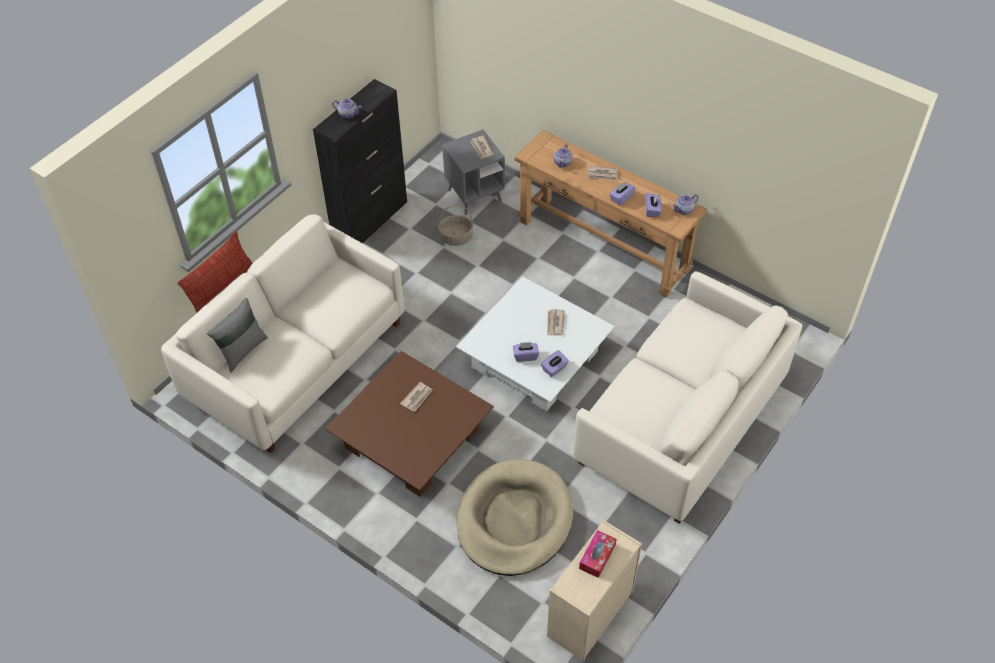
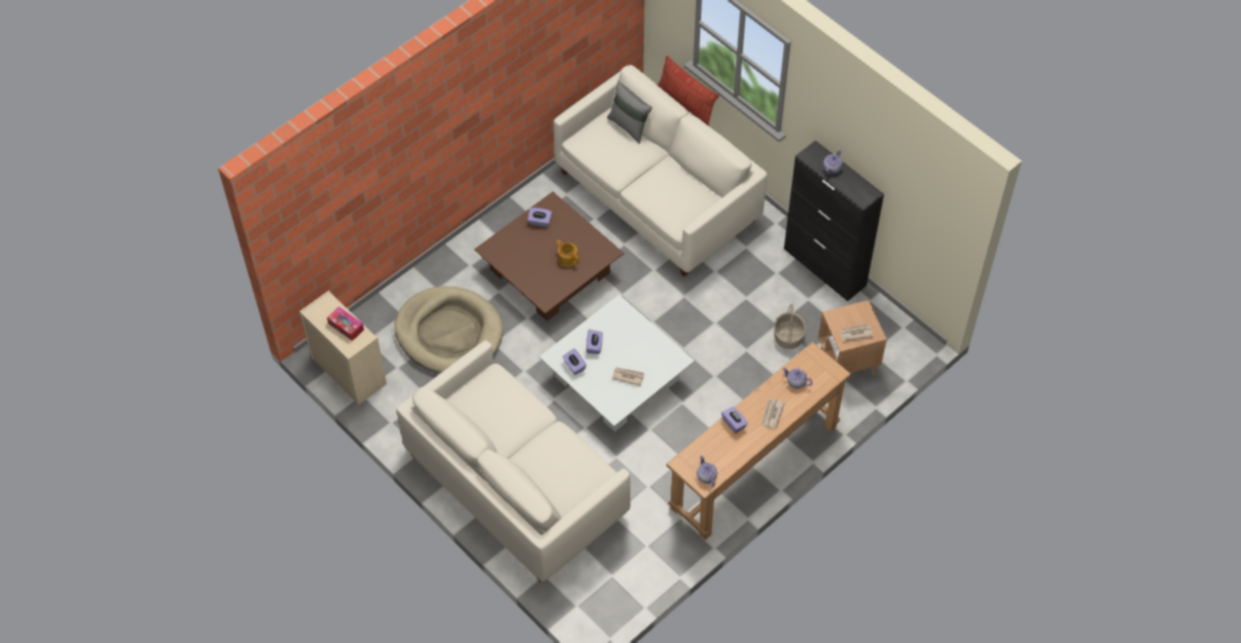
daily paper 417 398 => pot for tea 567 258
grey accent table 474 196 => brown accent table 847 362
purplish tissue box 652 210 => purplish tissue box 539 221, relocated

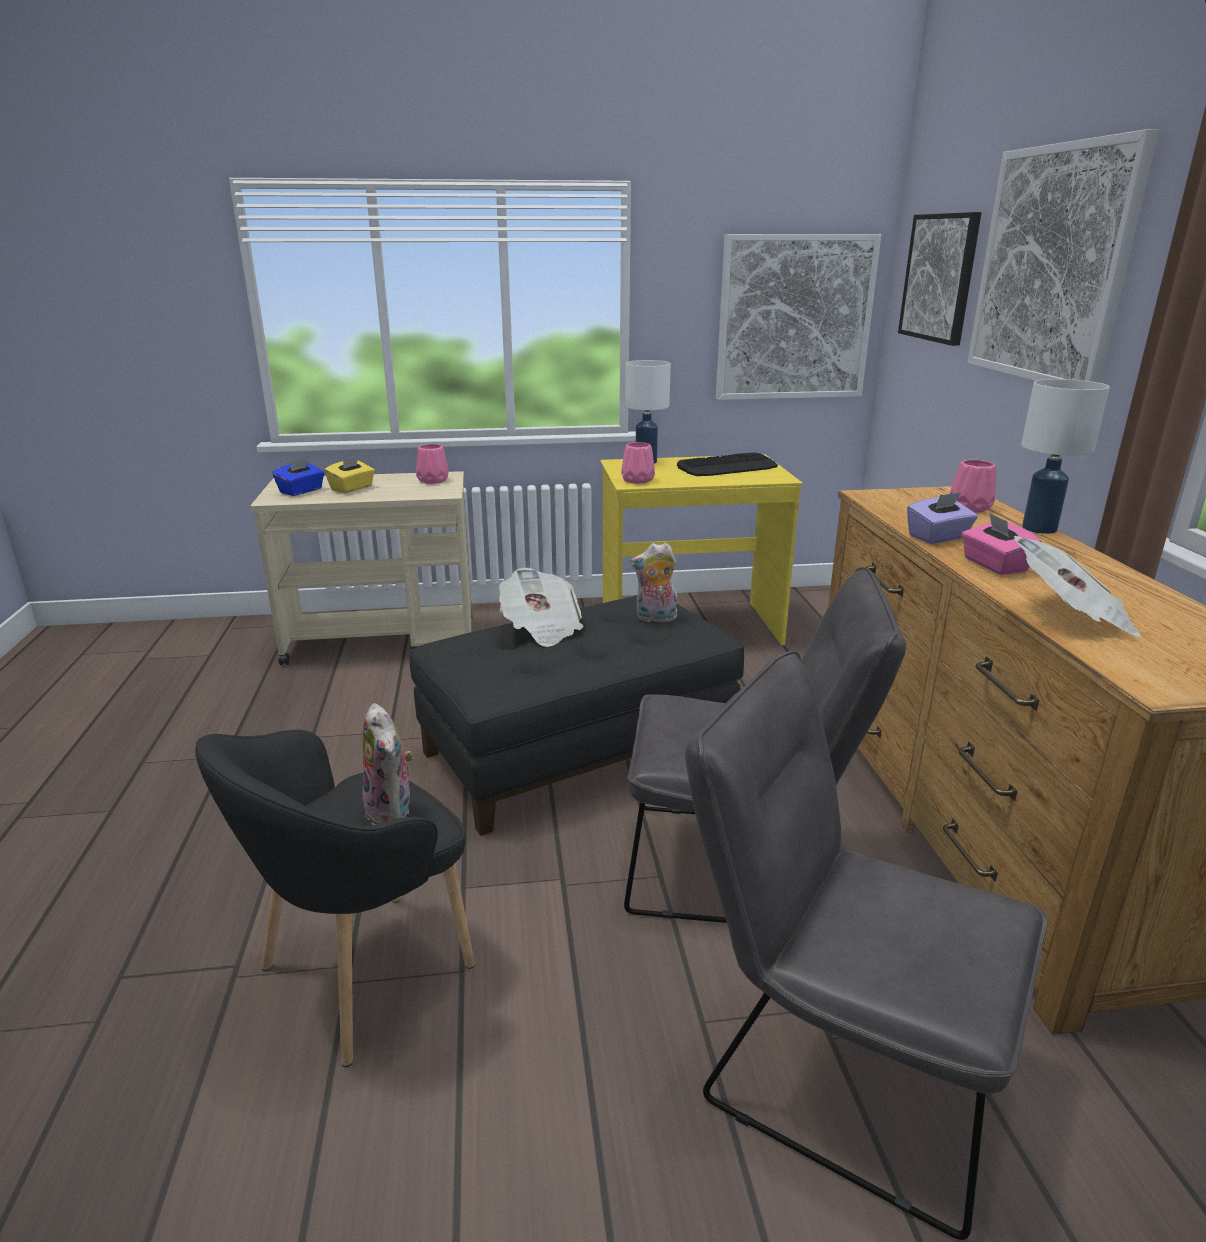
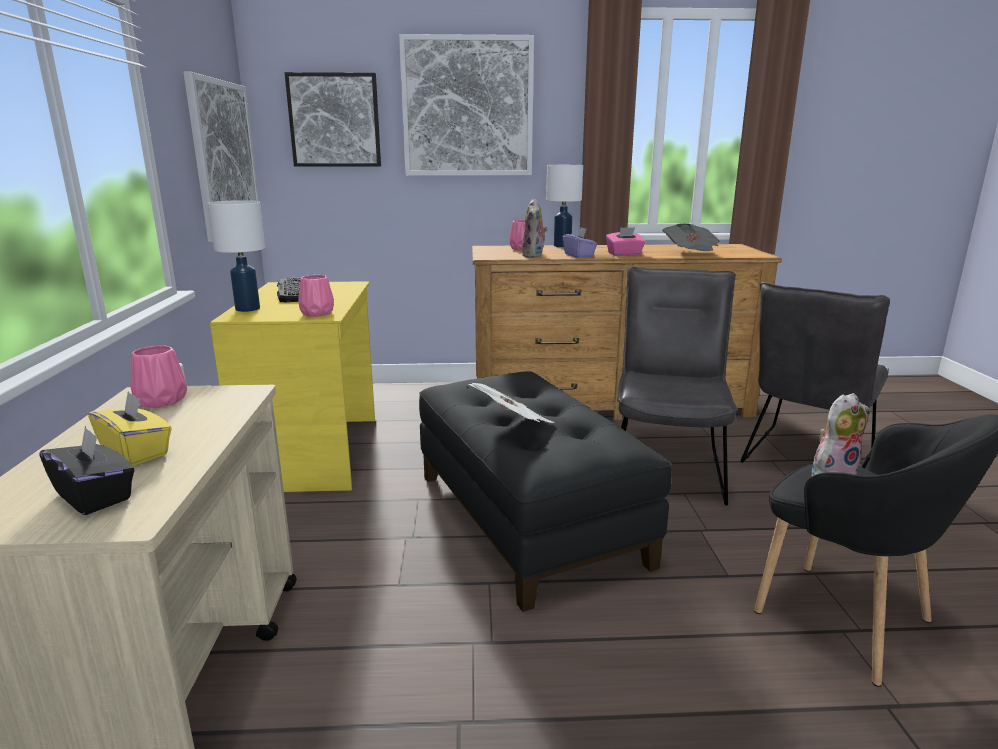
blue-coloured tissue box 301 491 => blackish tissue box 95 496
cuddly toy 655 618 => cuddly toy 534 256, relocated

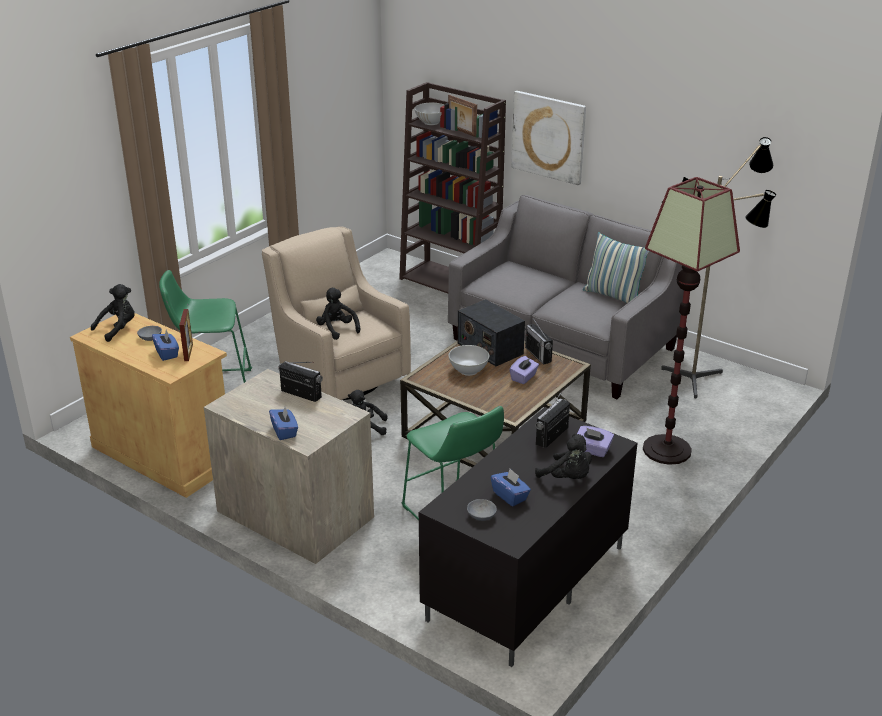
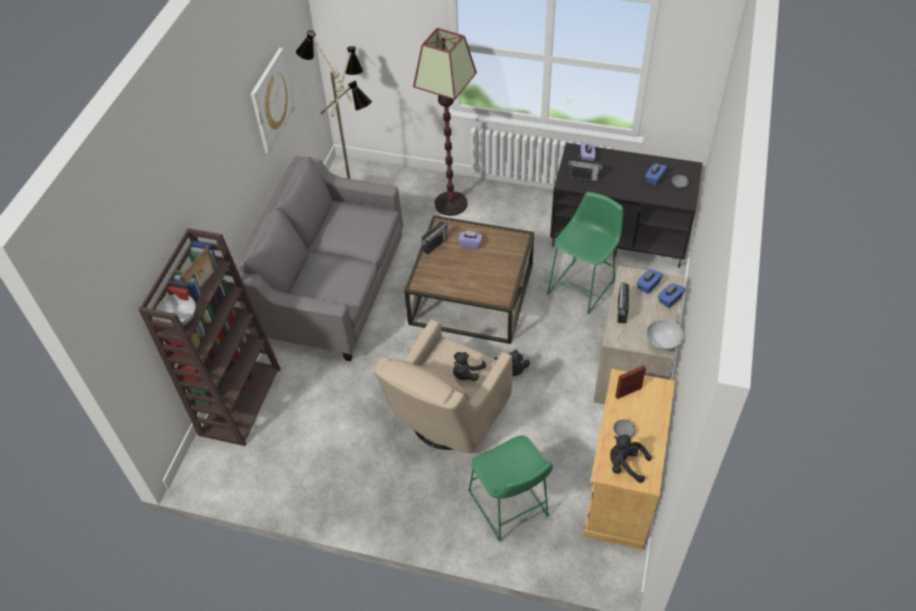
blue-coloured tissue box 167 353 => blue-coloured tissue box 648 285, relocated
whitish deep dish 468 371 => whitish deep dish 663 343, relocated
radio set 489 348 => nothing
wall picture 549 137 => wall picture 271 100, relocated
blackish cuddly toy 567 478 => nothing
pillow 612 295 => nothing

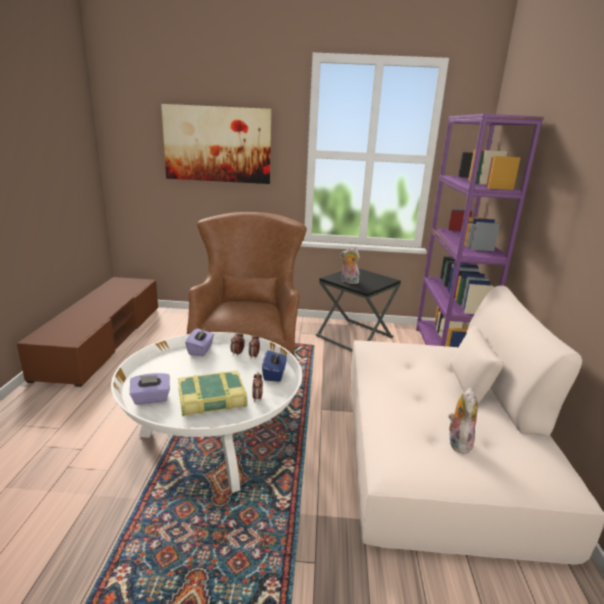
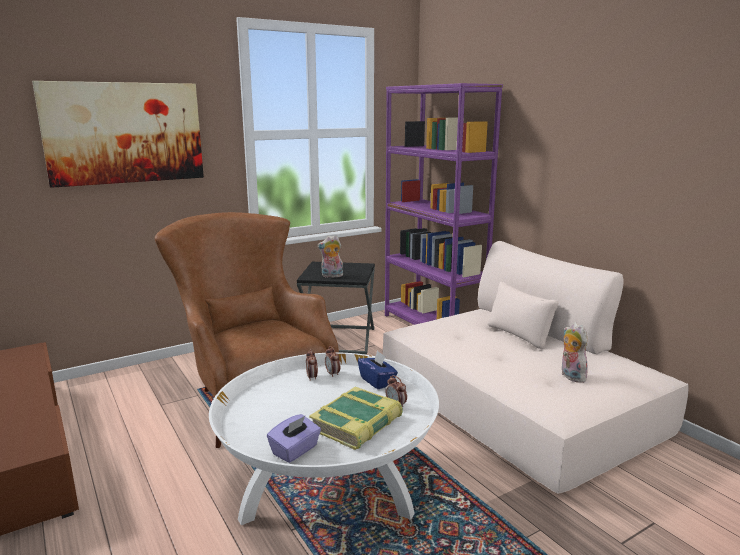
purplish tissue box 201 350 => nothing

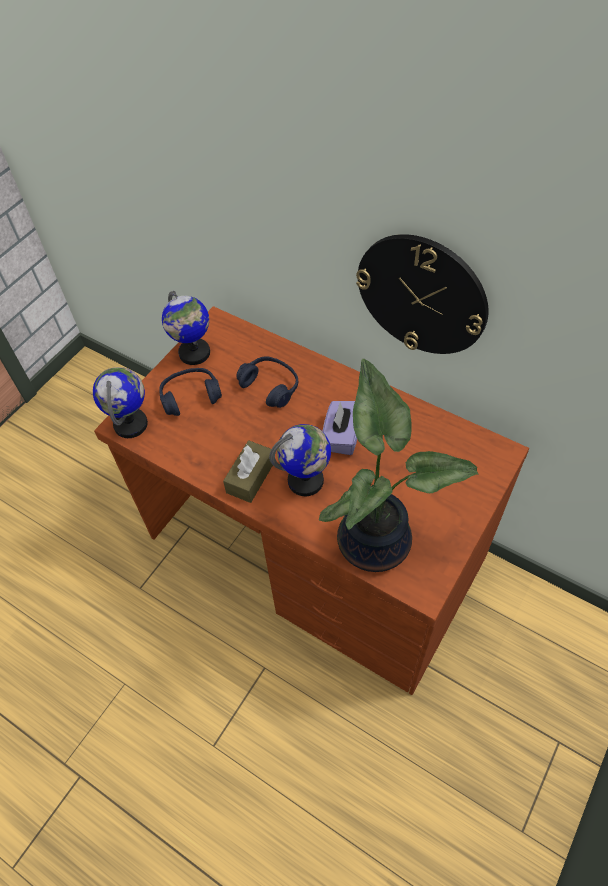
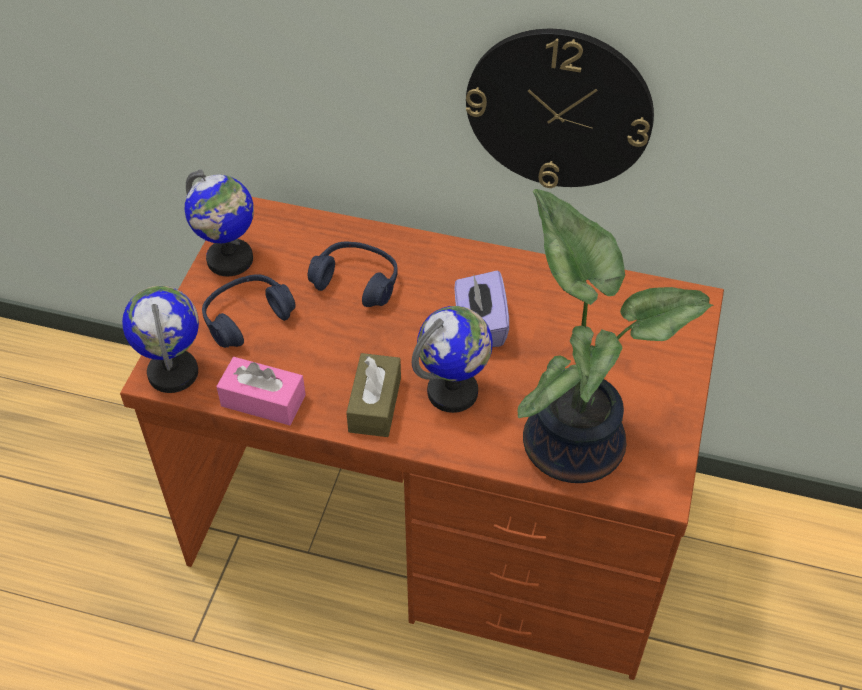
nothing => pink tissue box 263 400

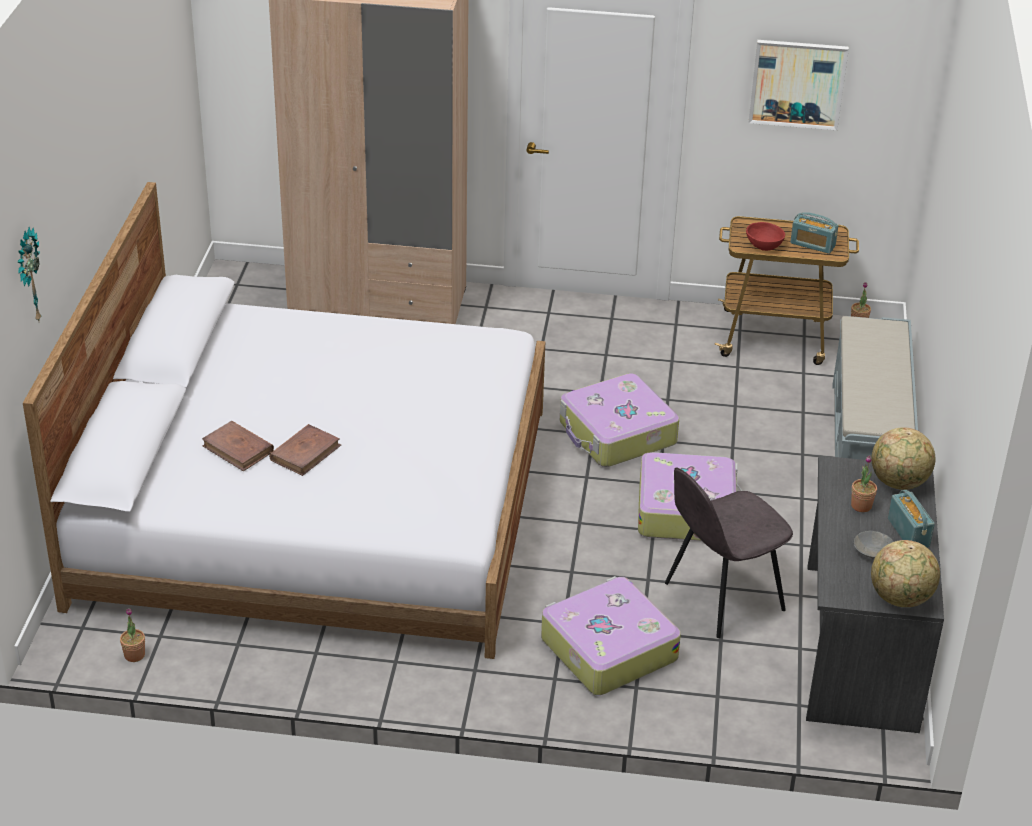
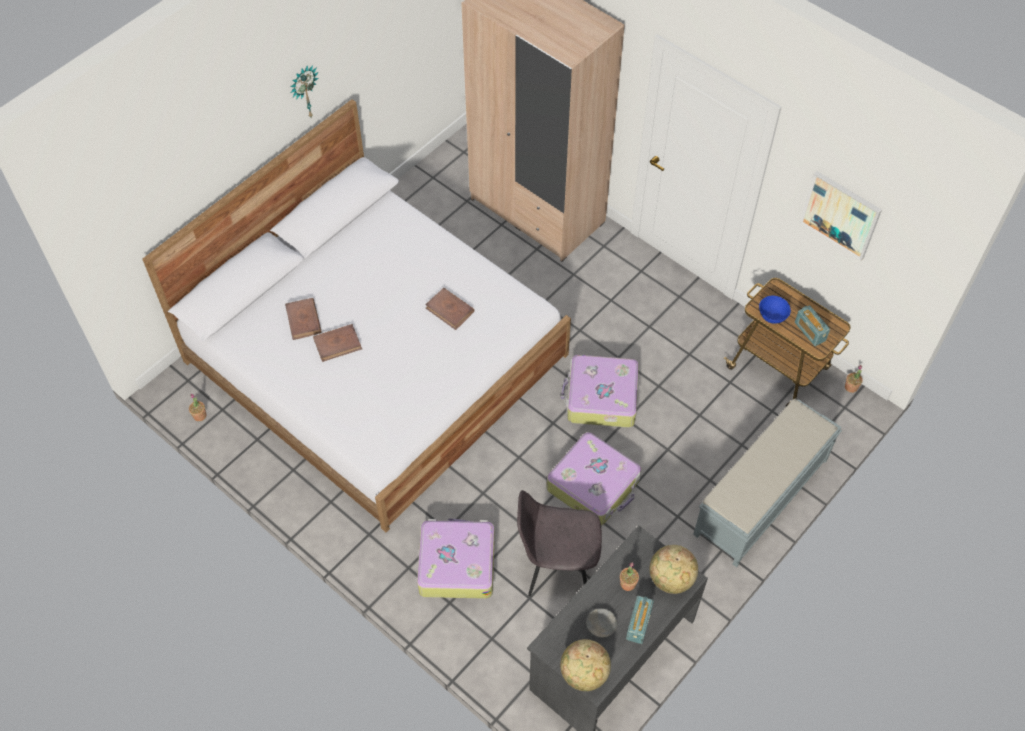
hanging clock 27 277 => hanging clock 304 92, relocated
red-coloured deep dish 763 245 => blue-coloured deep dish 772 315
nothing => brown bound book 450 310

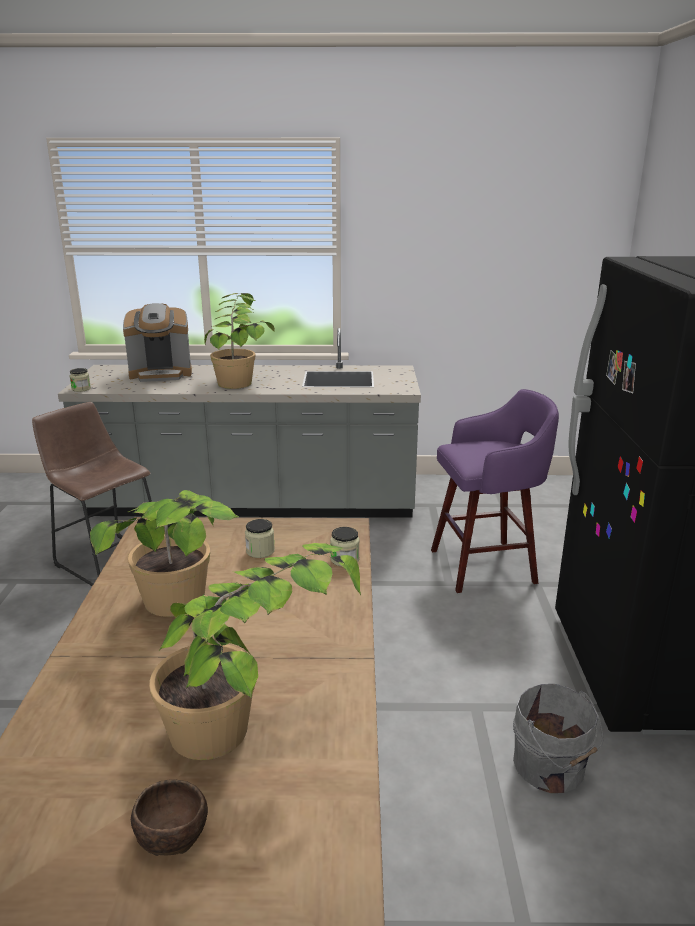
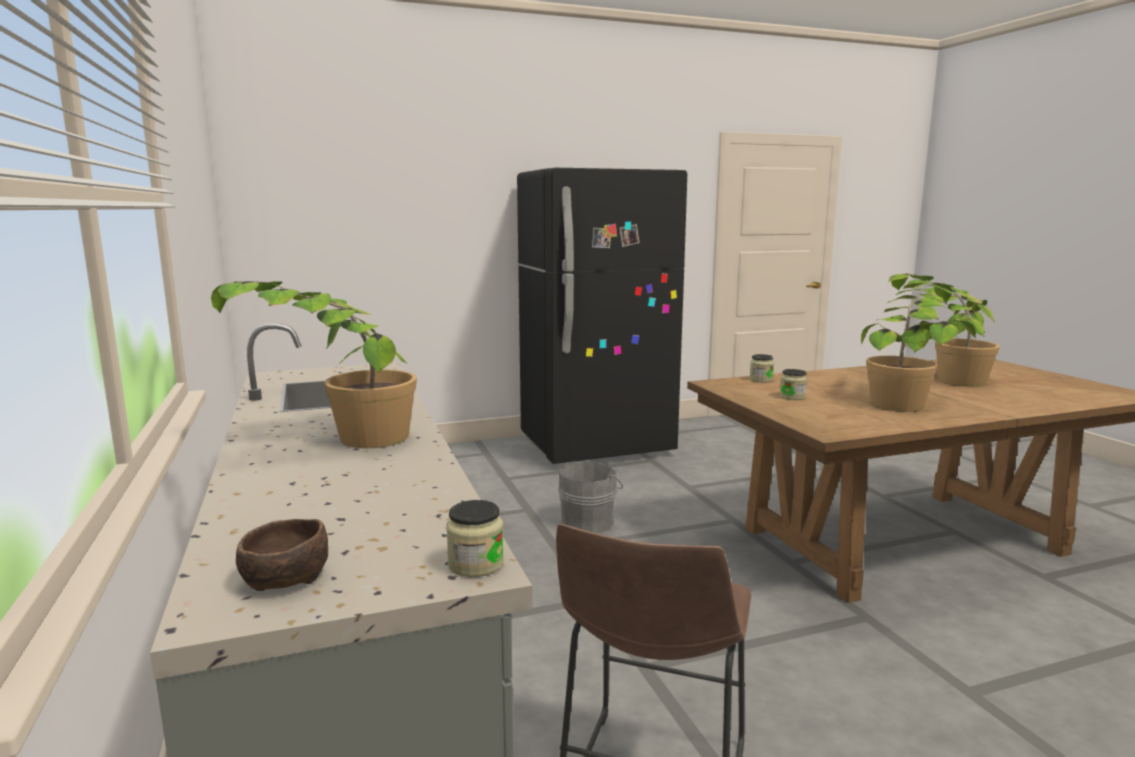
coffee machine 161 374 => nothing
brown deep dish 171 832 => brown deep dish 283 578, relocated
purplish stool seat 486 566 => nothing
grey pail 551 768 => grey pail 589 522, relocated

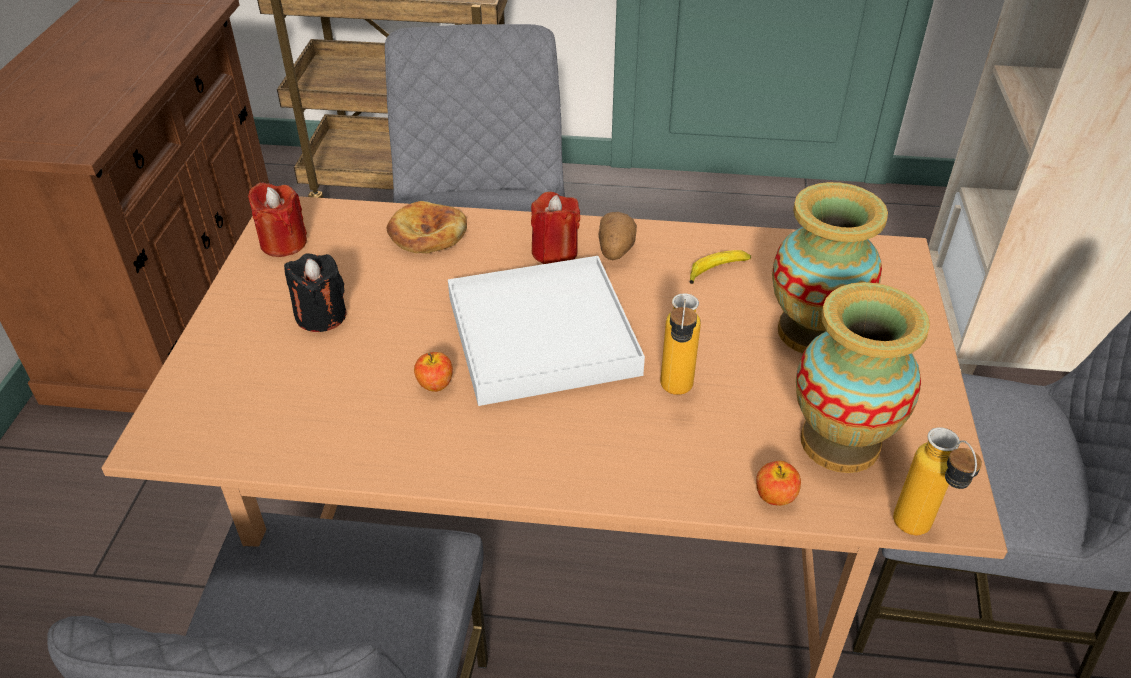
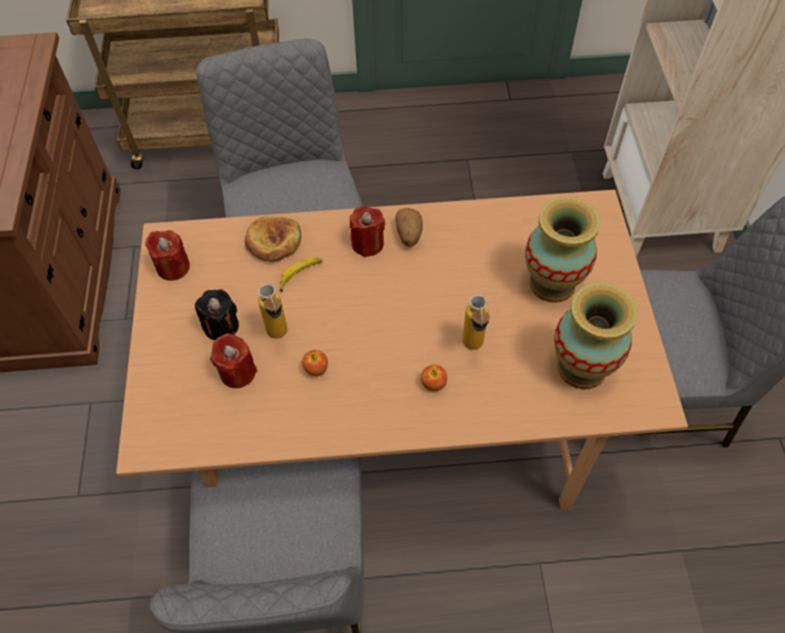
whitish serving tray 542 335 => nothing
banana fruit 717 271 => banana fruit 300 275, relocated
whole apple 775 496 => whole apple 433 384, relocated
drink bottle 918 535 => drink bottle 280 337, relocated
nothing => red-coloured wax light 237 372

